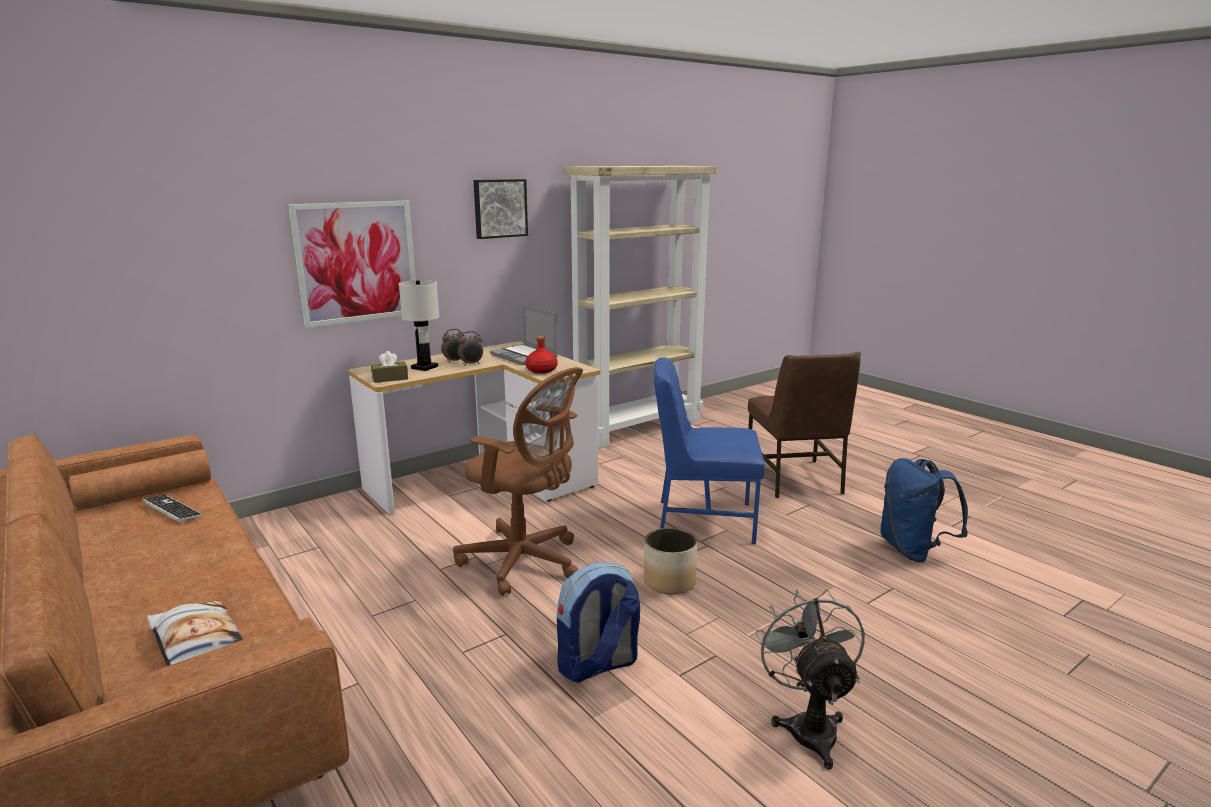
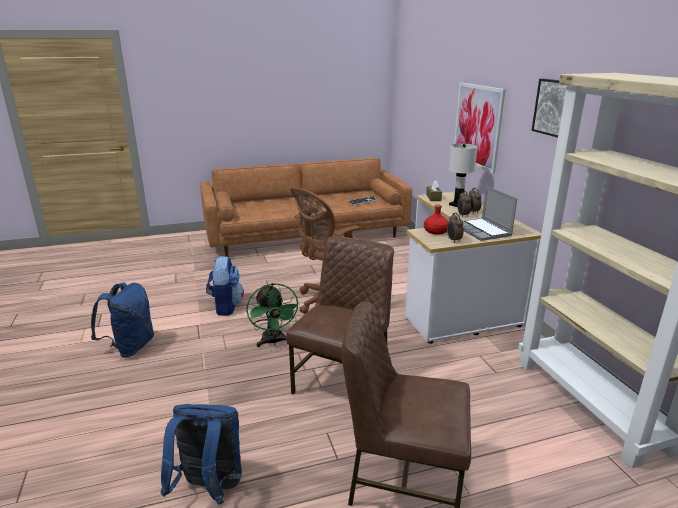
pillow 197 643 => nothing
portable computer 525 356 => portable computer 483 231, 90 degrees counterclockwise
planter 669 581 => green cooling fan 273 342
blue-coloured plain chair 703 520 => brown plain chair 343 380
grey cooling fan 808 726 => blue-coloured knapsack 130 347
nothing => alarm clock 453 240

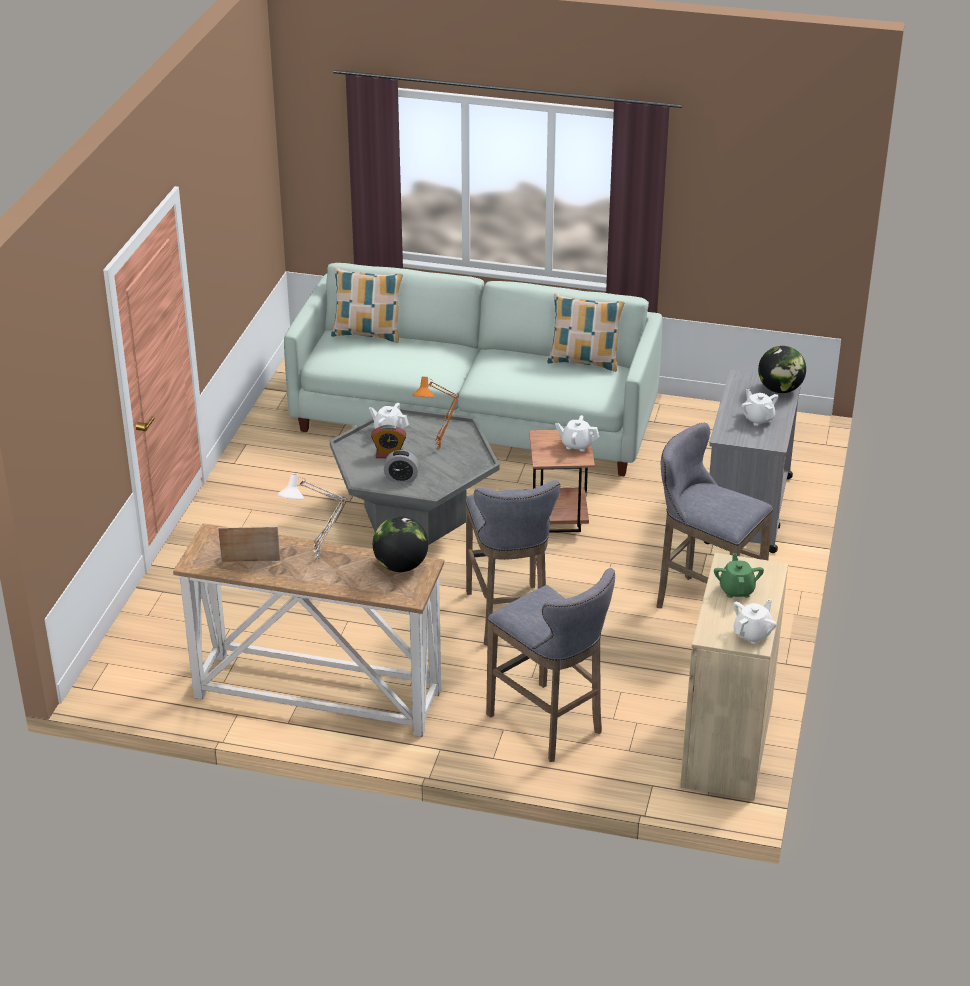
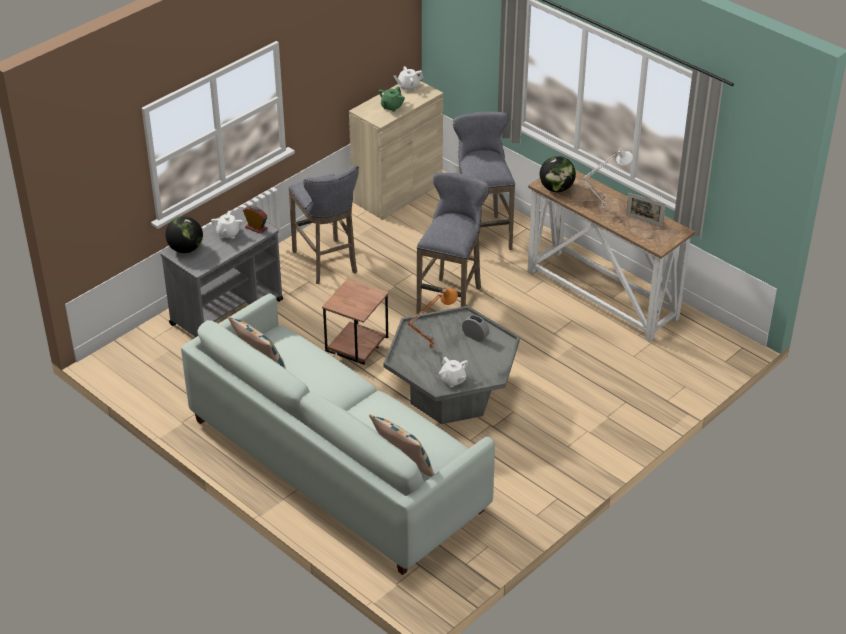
alarm clock 389 454 => alarm clock 256 228, relocated
whitish pot for tea 576 444 => nothing

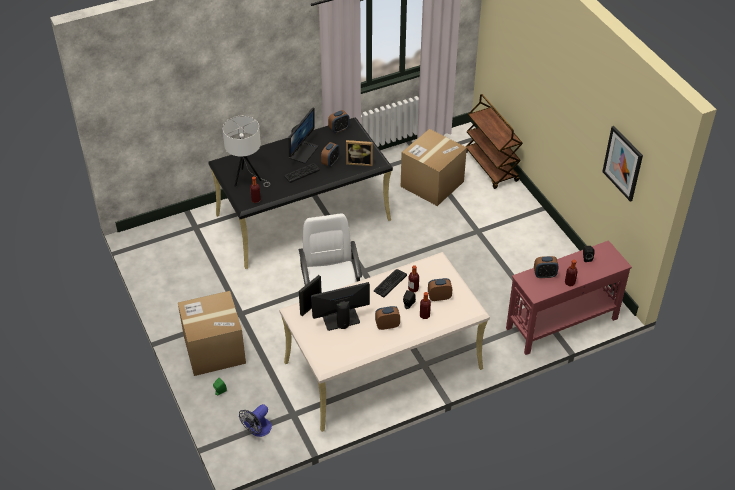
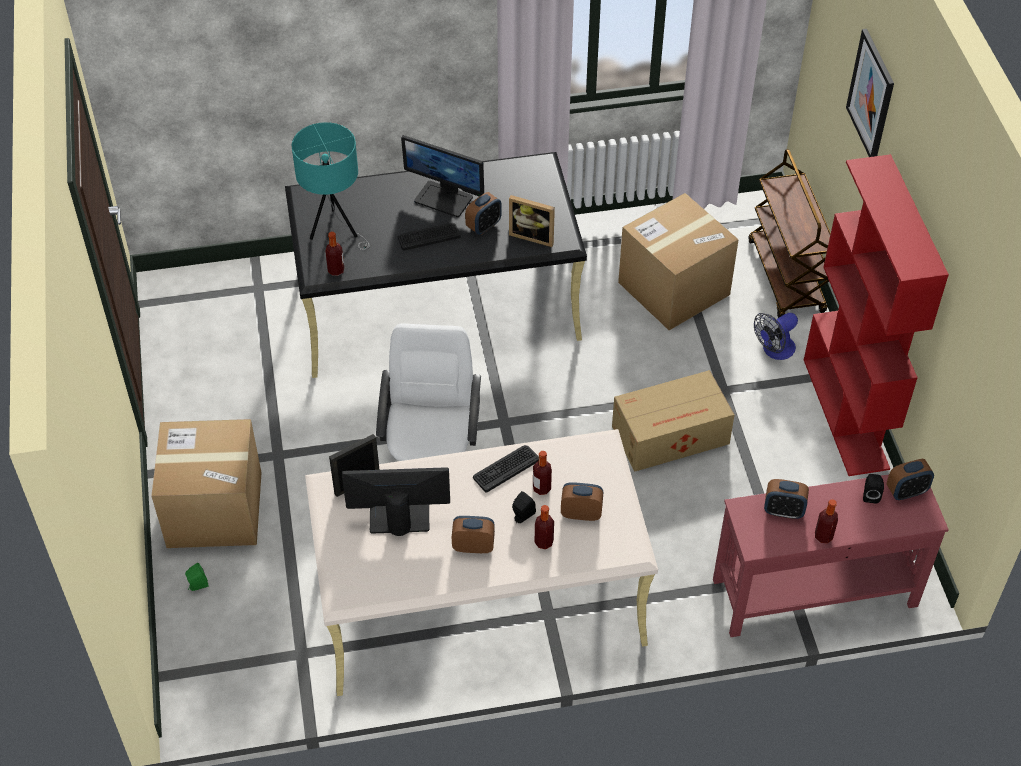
whitish lamp for a table 247 179 => turquoise lamp for a table 335 231
cooling fan 257 430 => cooling fan 774 350, relocated
monitor 303 151 => monitor 444 198, 75 degrees clockwise
alarm clock 339 129 => alarm clock 906 491, relocated
wall picture 623 163 => wall picture 871 95, relocated
nothing => packing box 672 435
nothing => red-coloured shelving unit 846 414

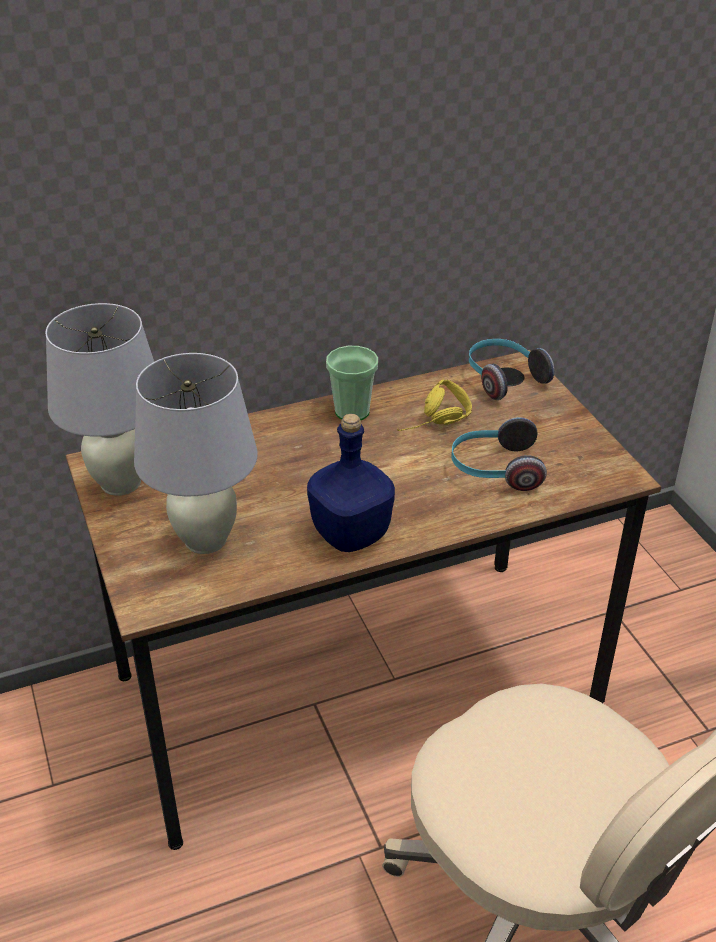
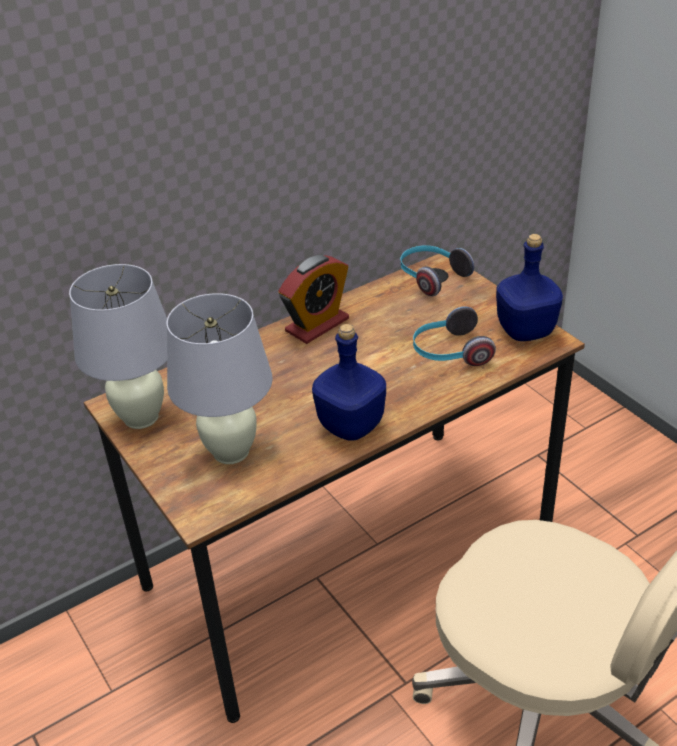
drinking cup 352 412 => alarm clock 317 325
yellow-coloured pair of headphones 436 425 => nothing
nothing => blue-coloured drink bottle 524 331

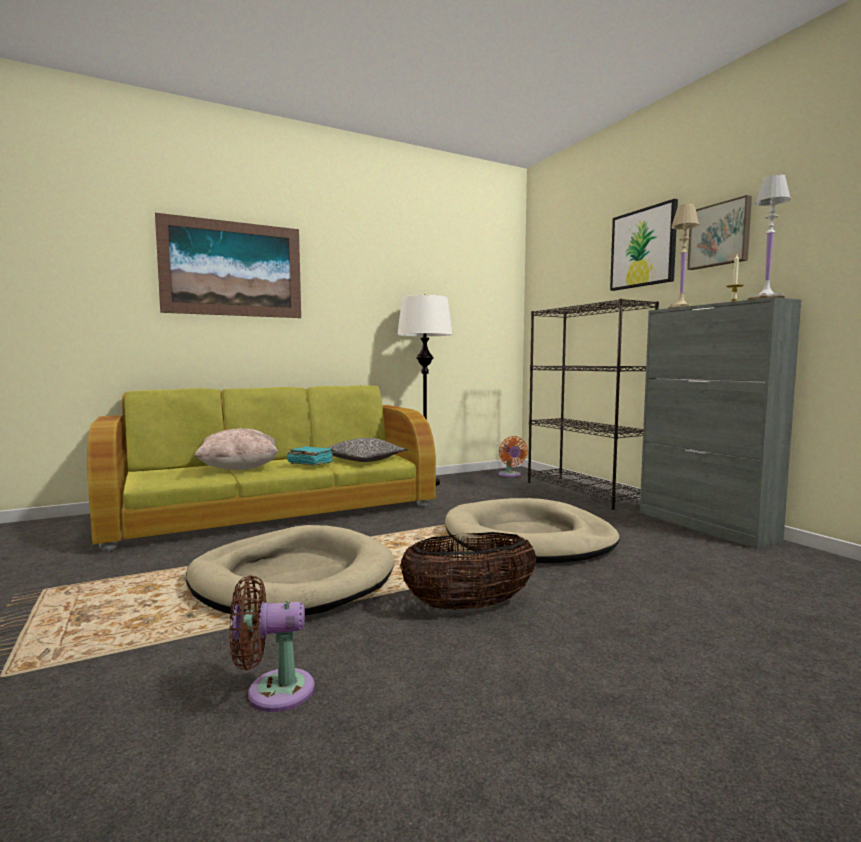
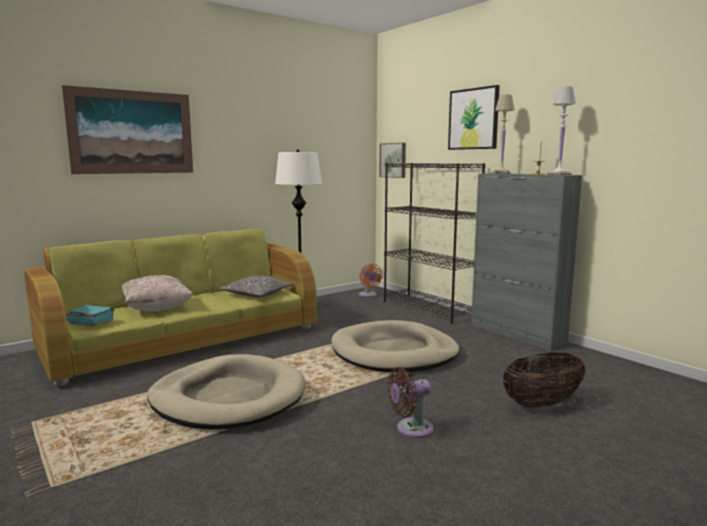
brown cooling fan 273 691 => brown cooling fan 411 429, relocated
turquoise bound book 310 464 => turquoise bound book 91 322, relocated
household basket 469 606 => household basket 542 404, relocated
wall picture 720 235 => wall picture 393 160, relocated

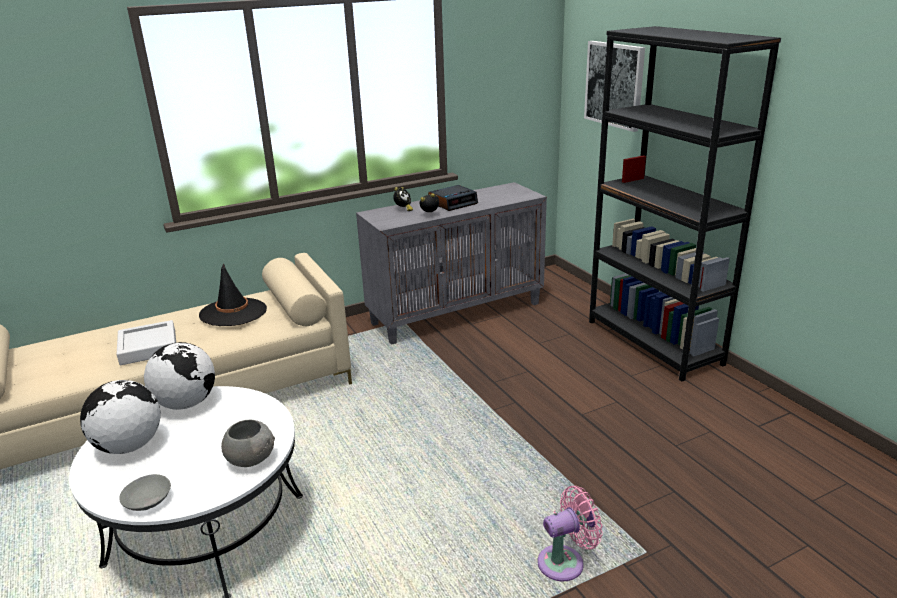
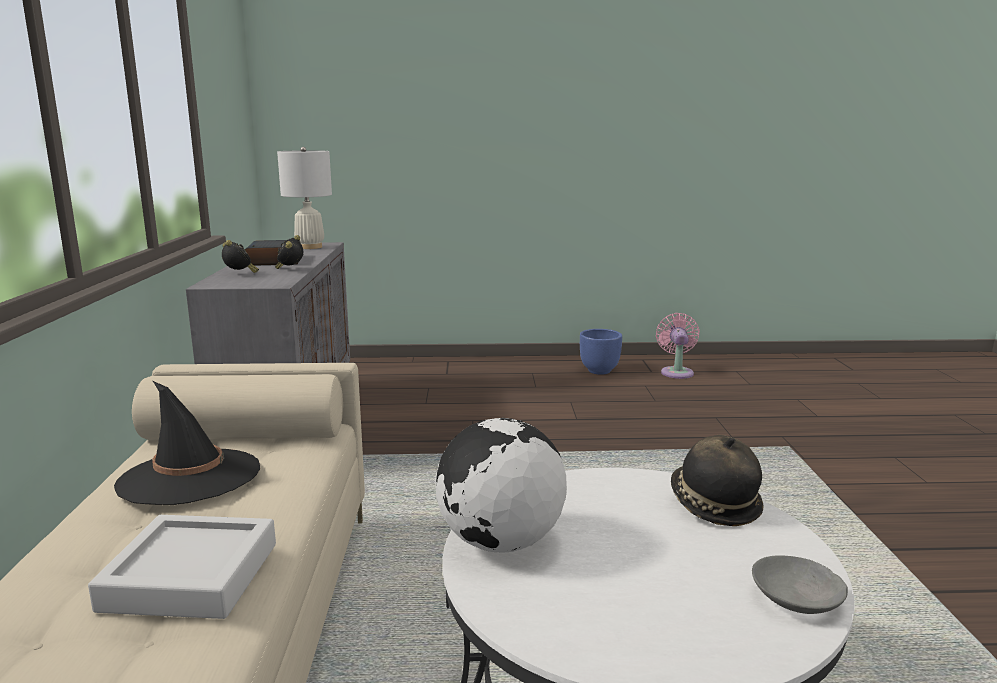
world globe 129 446 => nothing
grey deep dish 250 459 => wearable hat 713 505
pink cooling fan 565 562 => pink cooling fan 676 372, relocated
wall picture 614 84 => nothing
blackish shelving unit 653 342 => nothing
nothing => whitish lamp for a table 310 247
nothing => blue-coloured planter 600 371

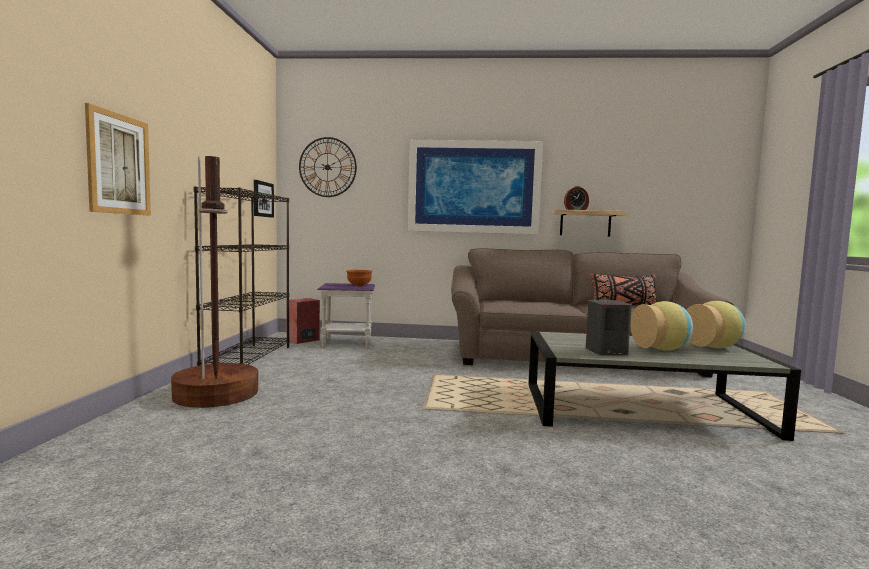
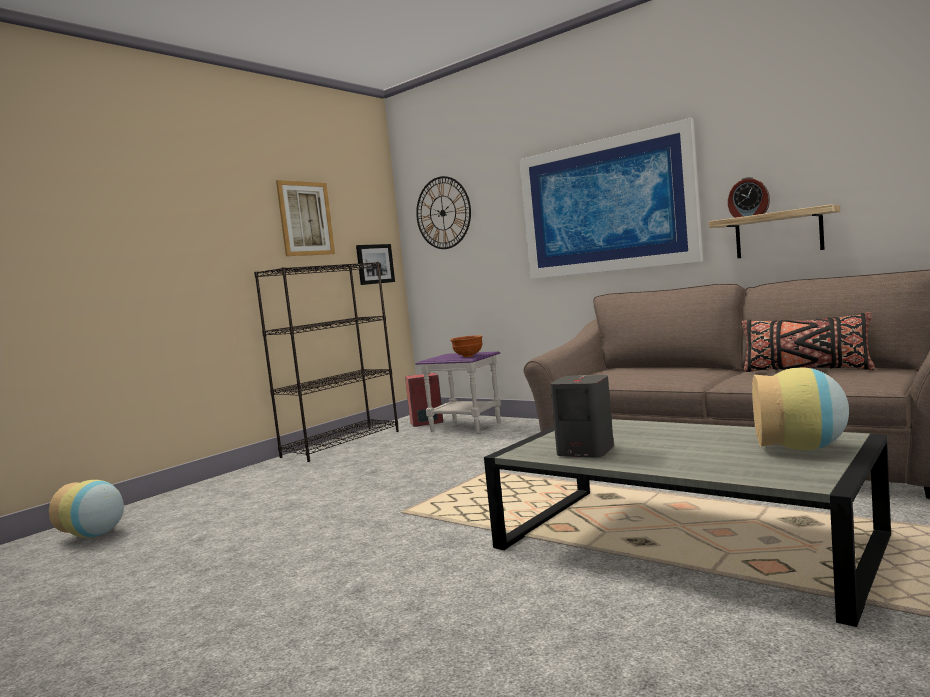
wall picture 119 164 => wall picture 305 218, relocated
brown standing lamp 216 394 => nothing
vase 662 349 => vase 95 535, relocated

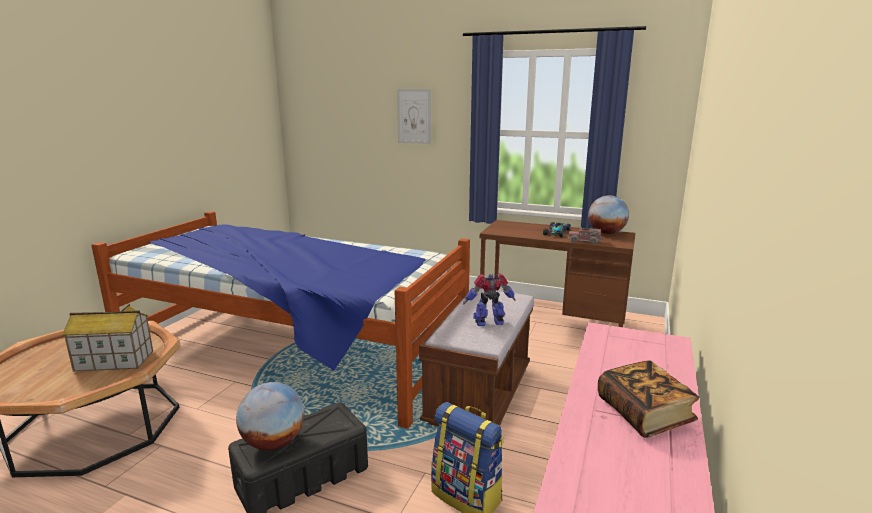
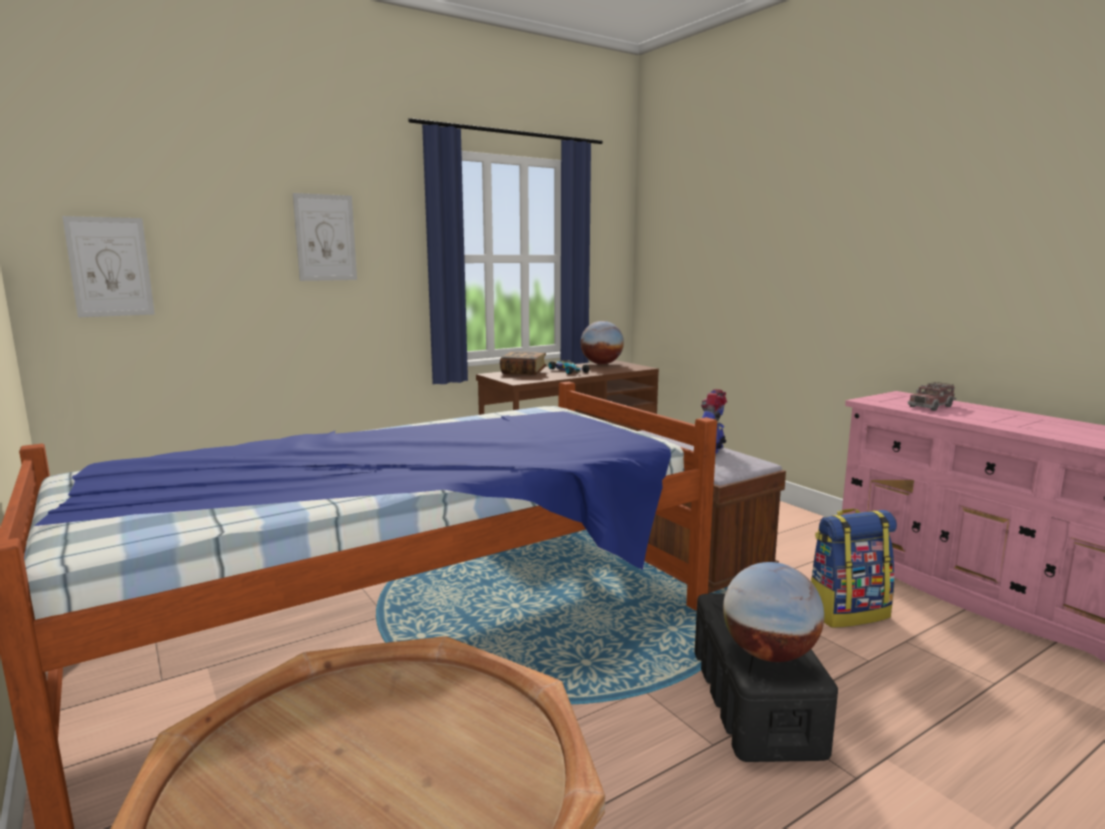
miniature house 113 361 => nothing
toy lorry 584 241 => toy lorry 931 406, relocated
bound book 644 414 => bound book 523 373, relocated
nothing => wall picture 110 267

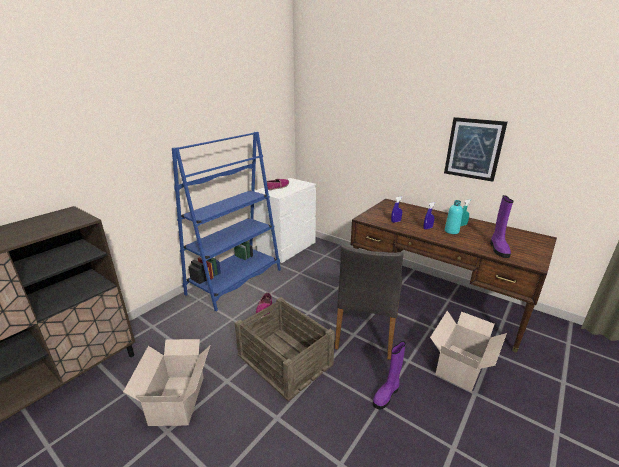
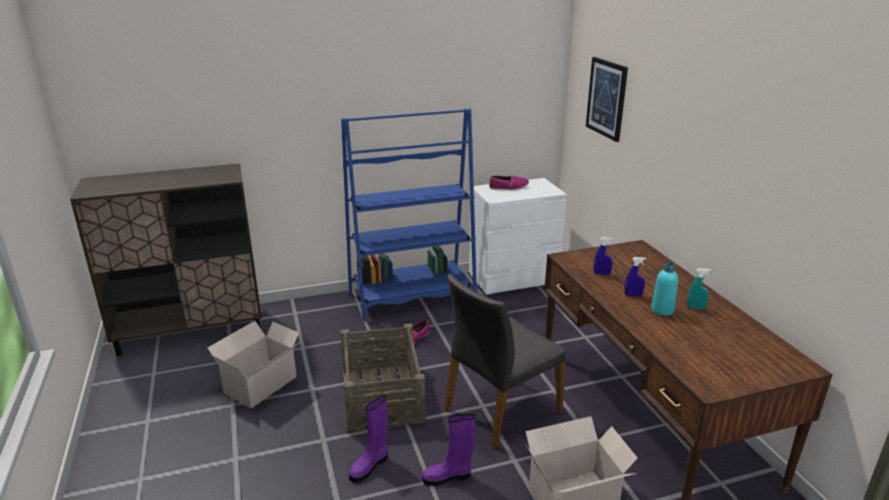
wall picture 473 149 => wall picture 607 98, relocated
purplish high-top boot 498 249 => purplish high-top boot 370 466, relocated

